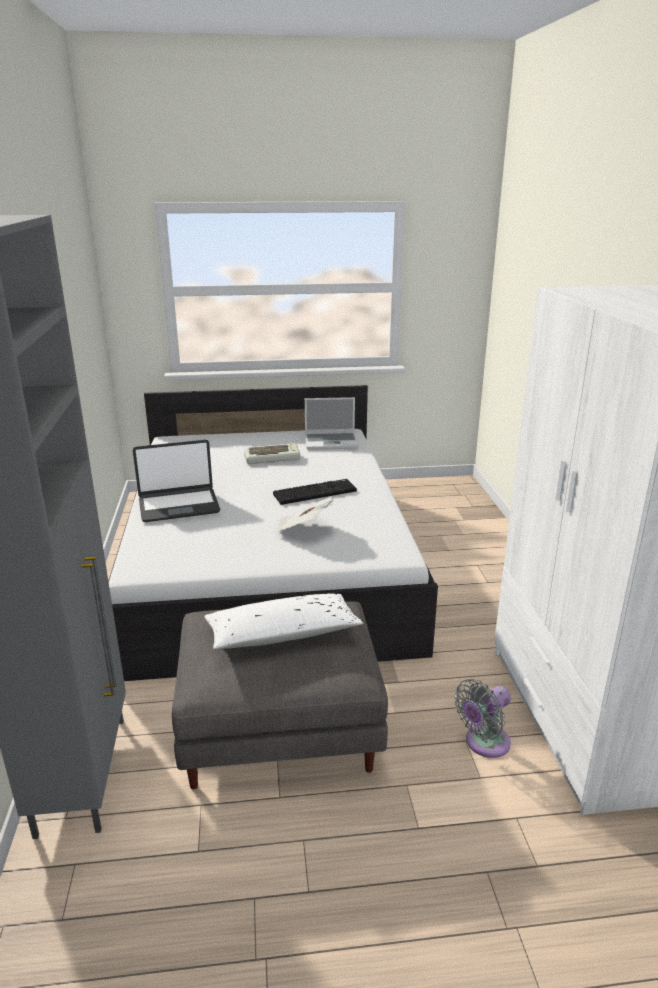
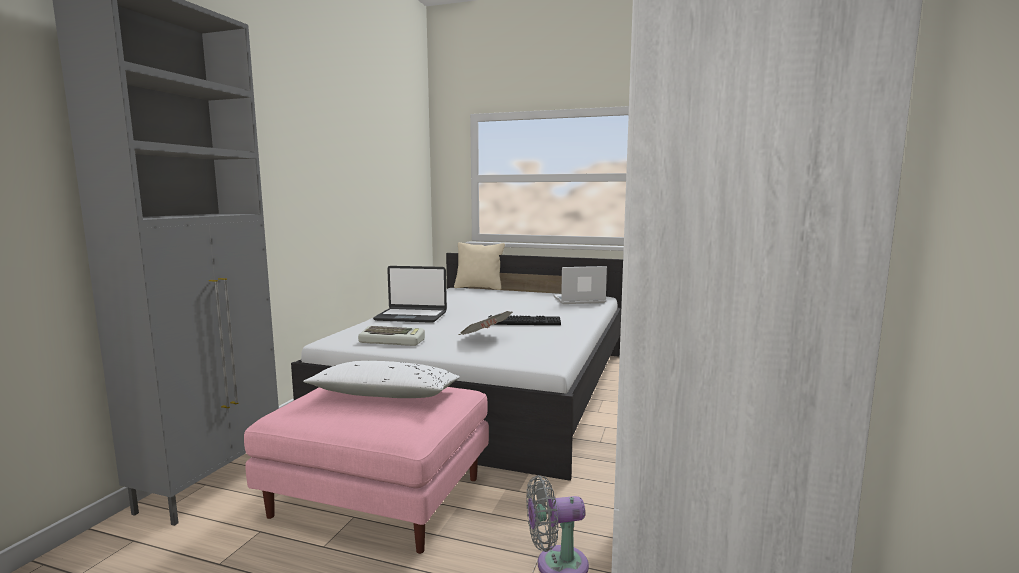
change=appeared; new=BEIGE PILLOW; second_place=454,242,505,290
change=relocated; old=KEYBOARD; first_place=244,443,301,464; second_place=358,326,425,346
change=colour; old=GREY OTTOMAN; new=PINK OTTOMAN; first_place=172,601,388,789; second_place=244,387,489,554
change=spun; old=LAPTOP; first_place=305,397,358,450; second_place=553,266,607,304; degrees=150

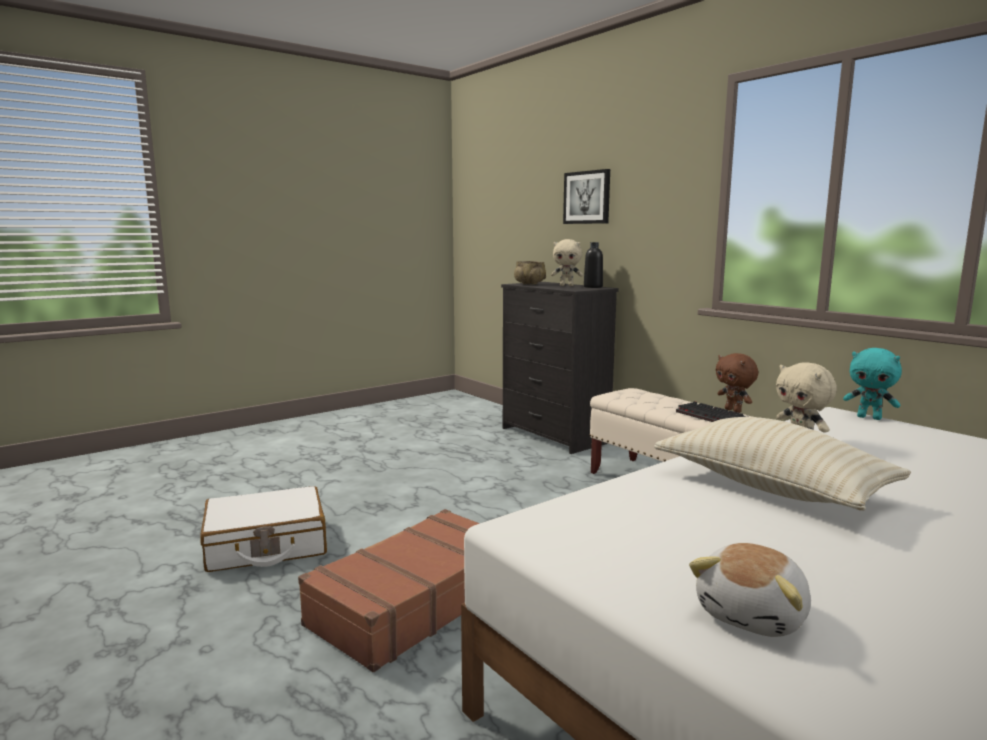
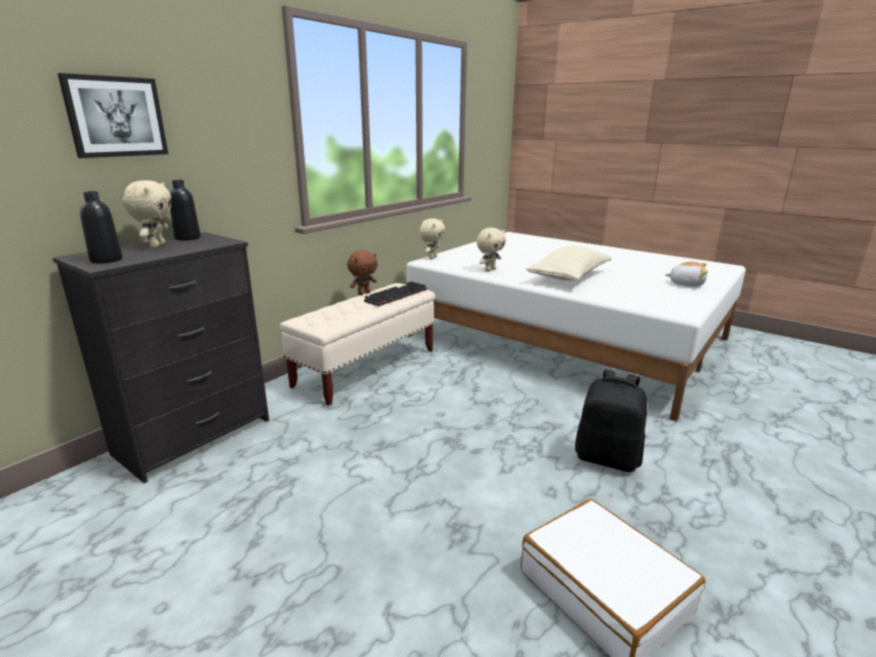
change=exchanged; old=BROWN SUITCASE; new=BLACK BACKPACK; first_place=298,509,480,672; second_place=575,370,647,472
change=exchanged; old=BEIGE BOWL; new=BLACK BOTTLE; first_place=514,261,546,285; second_place=80,191,123,263
change=colour; old=TURQUOISE PLUSH TOY; new=BEIGE PLUSH TOY; first_place=843,348,902,420; second_place=419,218,445,259

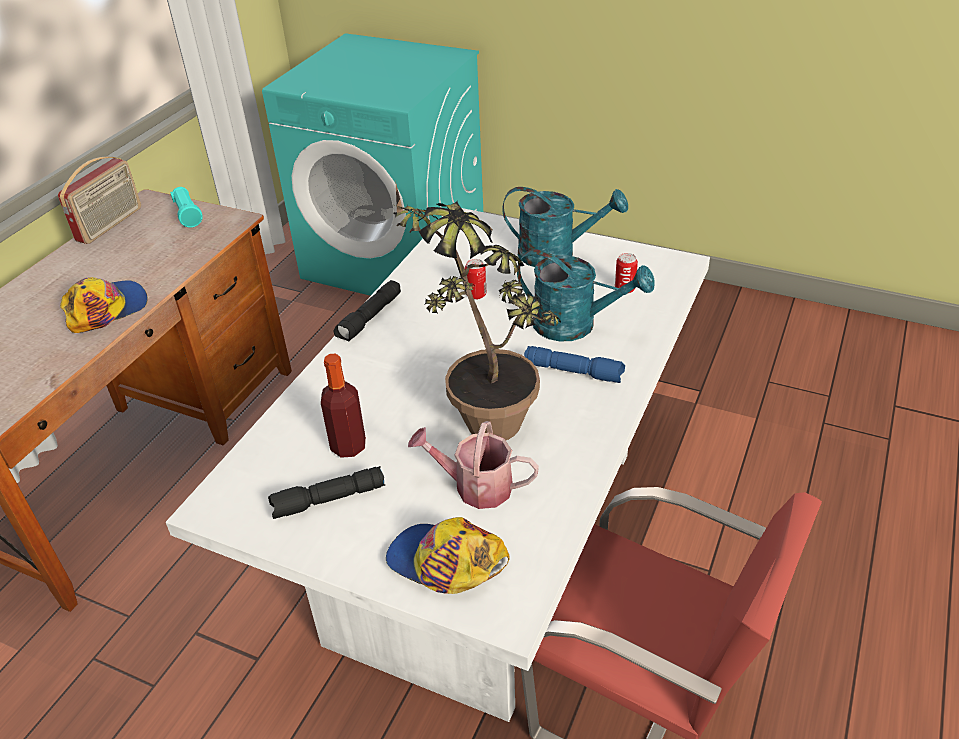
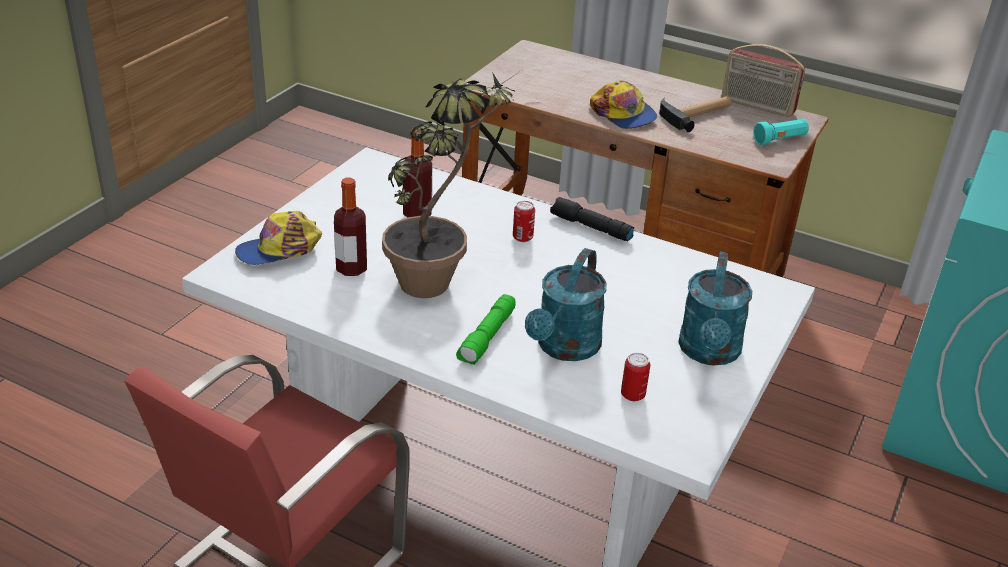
change=missing; old=BLACK FLASHLIGHT; first_place=268,466,385,519
change=appeared; new=HAMMER; second_place=659,96,732,132
change=relocated; old=CAN; first_place=465,259,486,300; second_place=513,201,535,242
change=exchanged; old=WATERING CAN; new=BOTTLE; first_place=408,421,539,509; second_place=334,178,367,276
change=colour; old=BLUE FLASHLIGHT; new=GREEN FLASHLIGHT; first_place=524,346,625,383; second_place=456,294,516,365
change=spun; old=CAP; first_place=386,517,510,594; second_place=235,211,322,265; degrees=-150

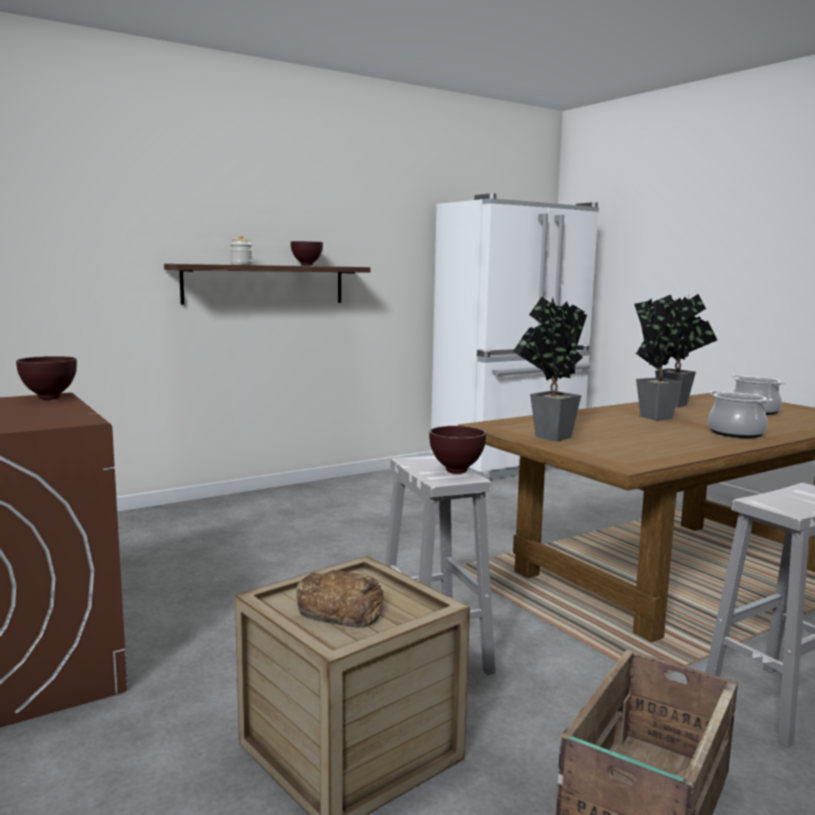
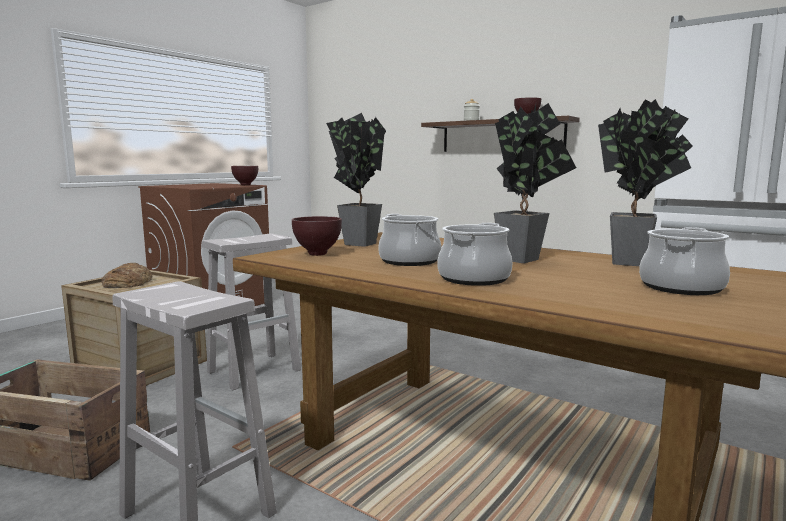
change=appeared; new=COOKING POT; second_place=378,214,441,266
change=relocated; old=BROWN BOWL; first_place=429,426,486,474; second_place=292,216,342,256

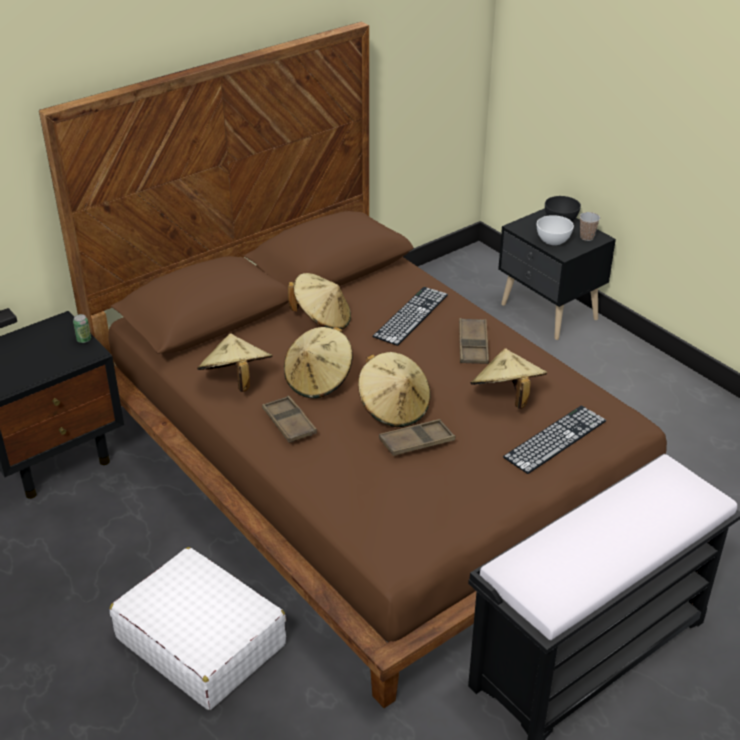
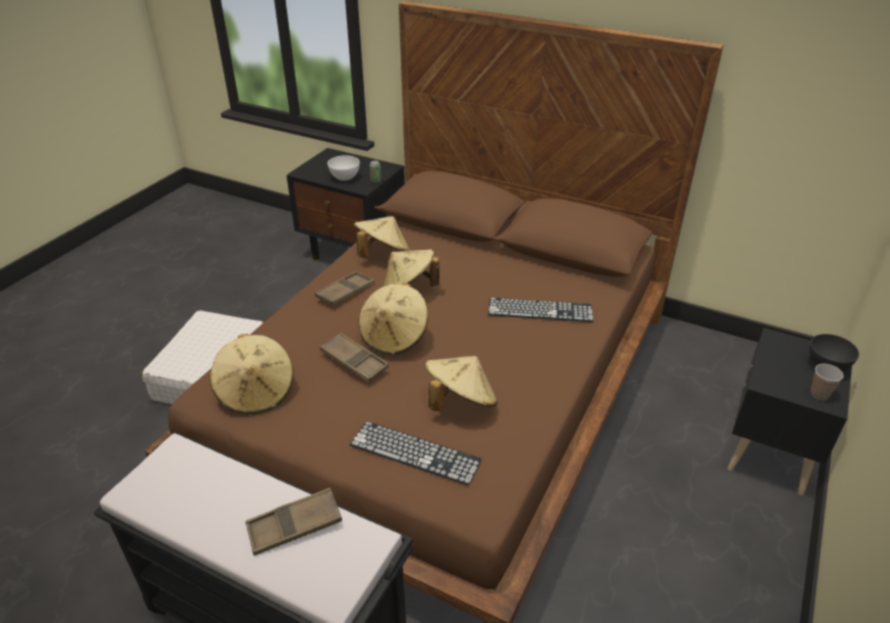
change=relocated; old=BEIGE HAT; first_place=288,273,351,330; second_place=210,334,294,414
change=relocated; old=BROWN TRAY; first_place=459,318,489,364; second_place=245,488,342,556
change=relocated; old=WHITE BOWL; first_place=537,215,574,245; second_place=328,155,360,181

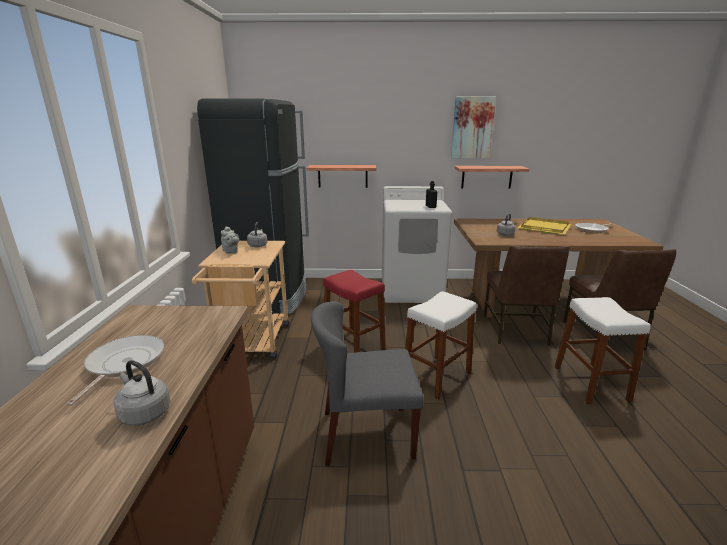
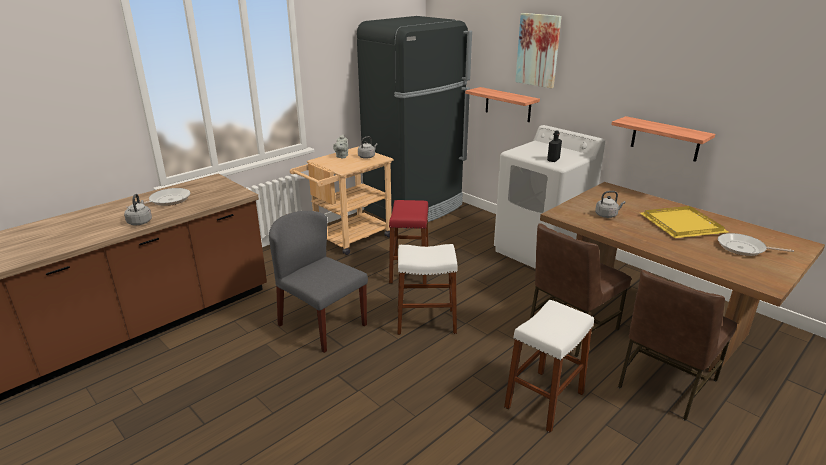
change=relocated; old=PICTURE; first_place=451,96,496,159; second_place=515,13,562,88

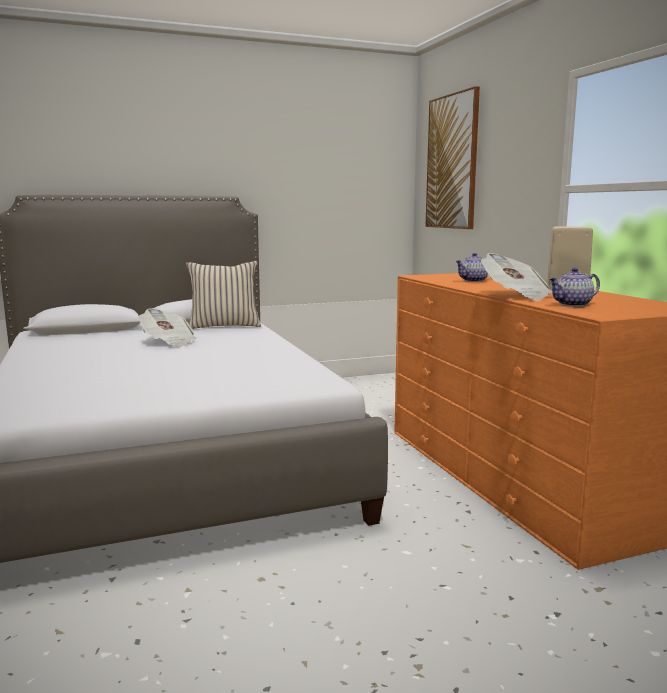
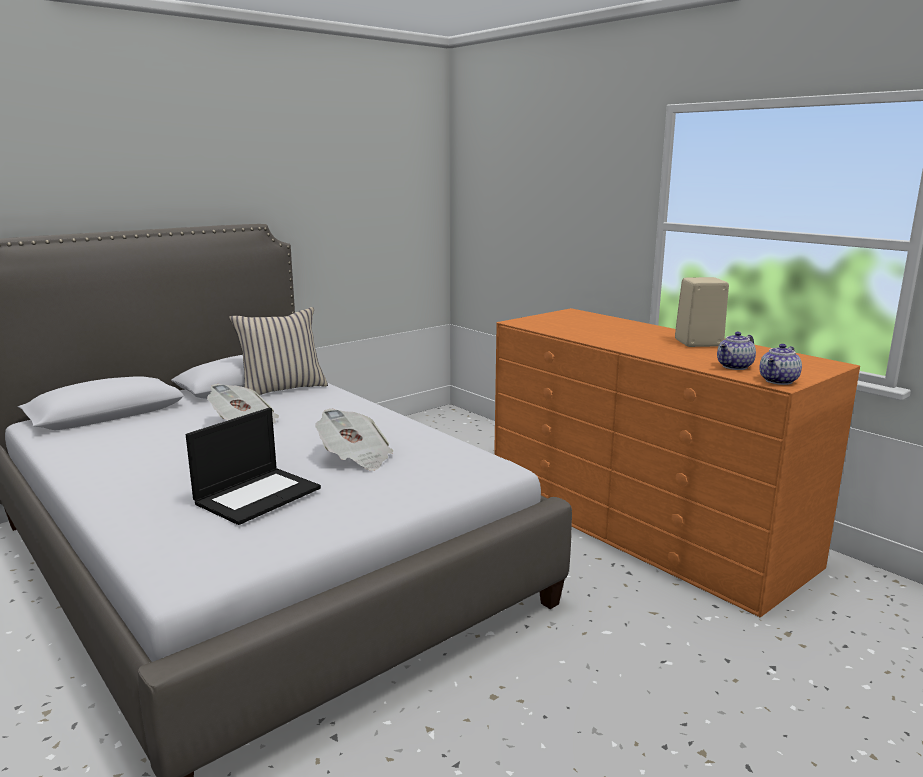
change=missing; old=PICTURE; first_place=425,86,480,229
change=appeared; new=LAPTOP; second_place=186,408,321,525
change=relocated; old=TEAPOT; first_place=455,253,488,282; second_place=759,344,802,385
change=relocated; old=NEWSPAPER; first_place=481,253,552,301; second_place=315,409,393,471

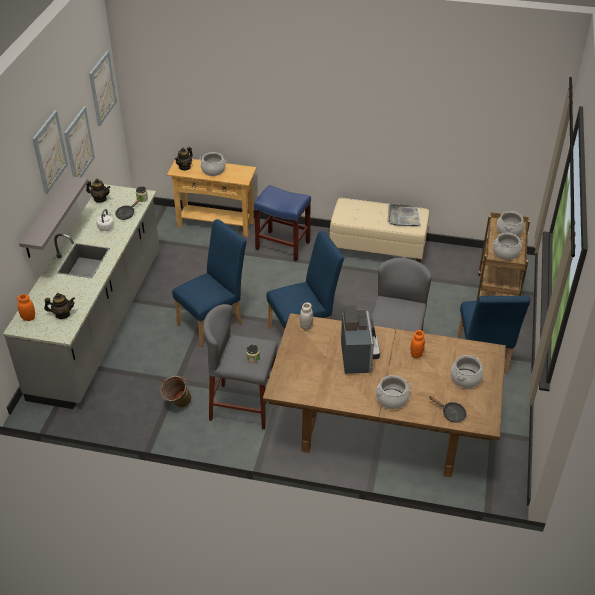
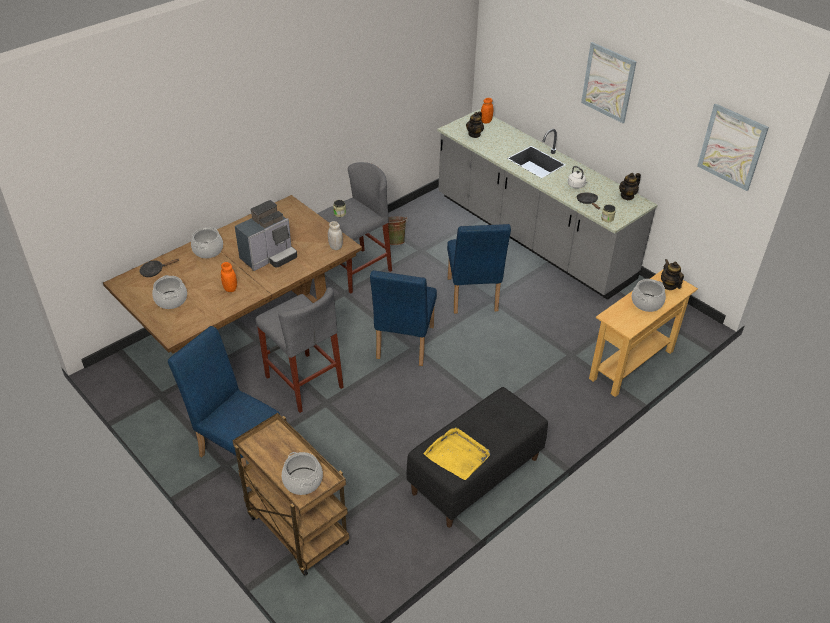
change=missing; old=GREY SHELF; first_place=19,176,88,258
change=missing; old=PICTURE; first_place=64,107,95,178
change=missing; old=BLUE STOOL; first_place=254,185,311,262
change=missing; old=COOKING POT; first_place=493,233,523,260
change=colour; old=BEIGE BENCH; new=BLACK BENCH; first_place=330,198,429,263; second_place=407,387,548,528
change=colour; old=GREY TRAY; new=YELLOW TRAY; first_place=388,203,421,226; second_place=424,428,491,480
change=spun; old=COFFEE MACHINE; first_place=341,305,380,374; second_place=235,200,297,271; degrees=-75

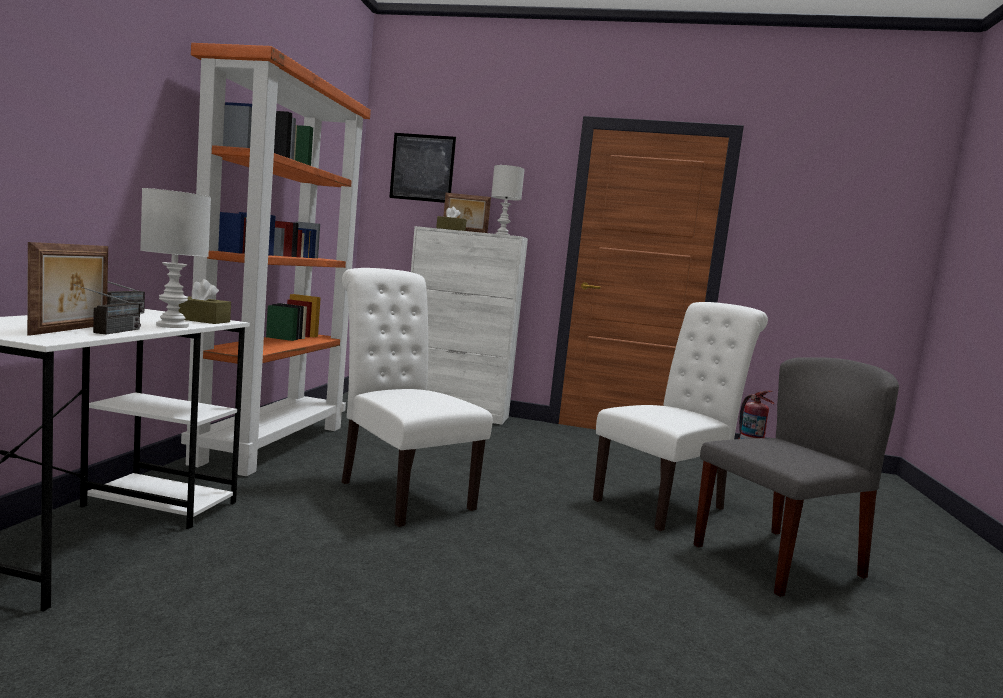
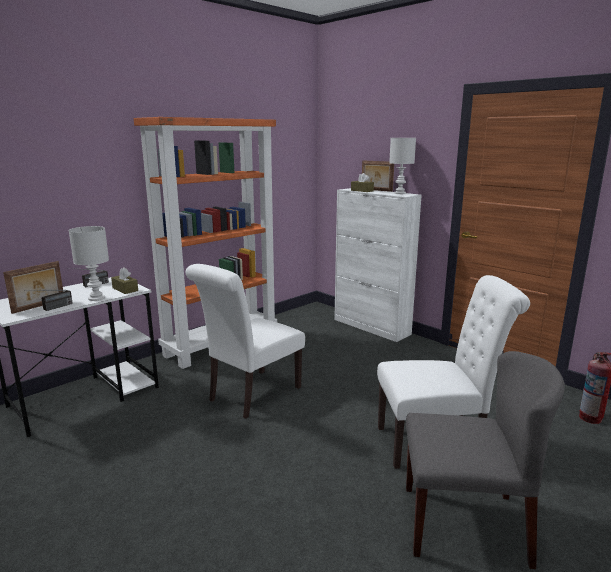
change=missing; old=PICTURE; first_place=389,133,456,203
change=spun; old=WHITE CHAIR; first_place=342,268,493,527; second_place=186,264,305,419; degrees=-135

